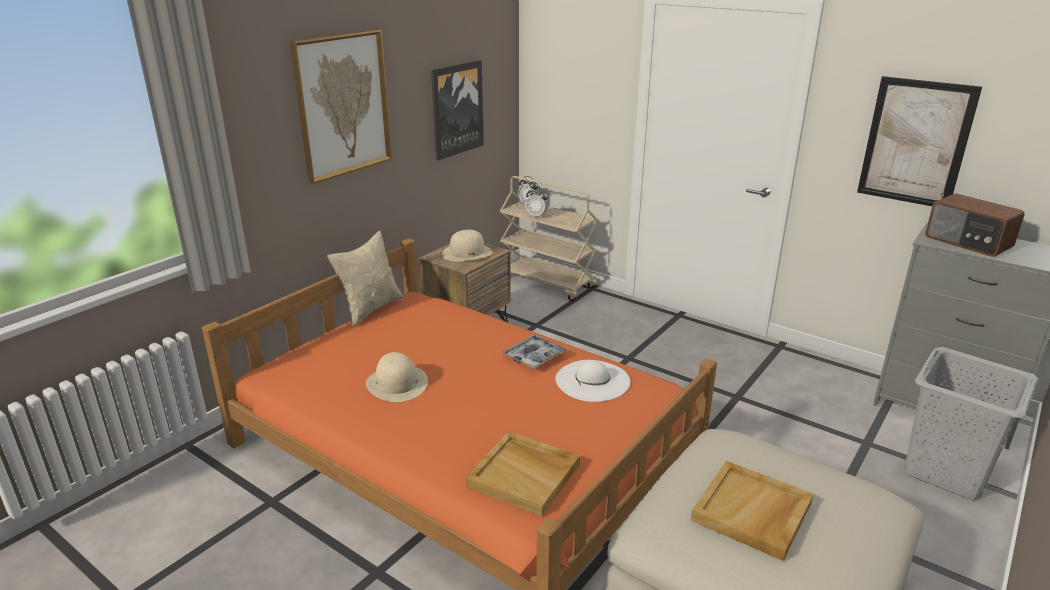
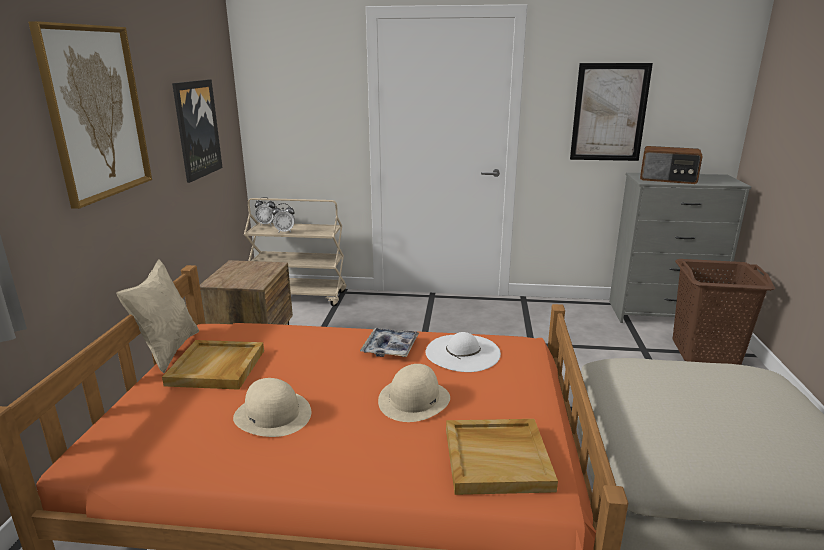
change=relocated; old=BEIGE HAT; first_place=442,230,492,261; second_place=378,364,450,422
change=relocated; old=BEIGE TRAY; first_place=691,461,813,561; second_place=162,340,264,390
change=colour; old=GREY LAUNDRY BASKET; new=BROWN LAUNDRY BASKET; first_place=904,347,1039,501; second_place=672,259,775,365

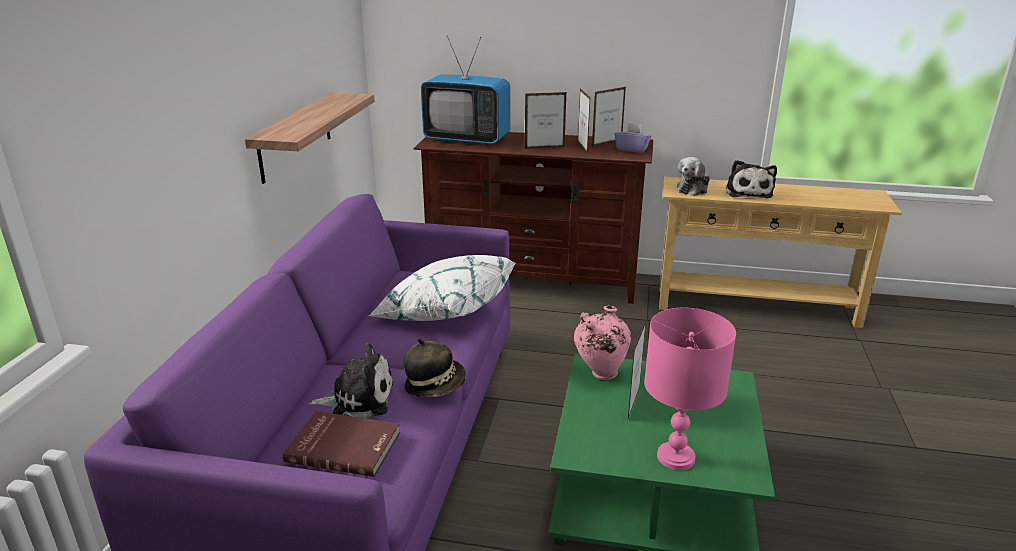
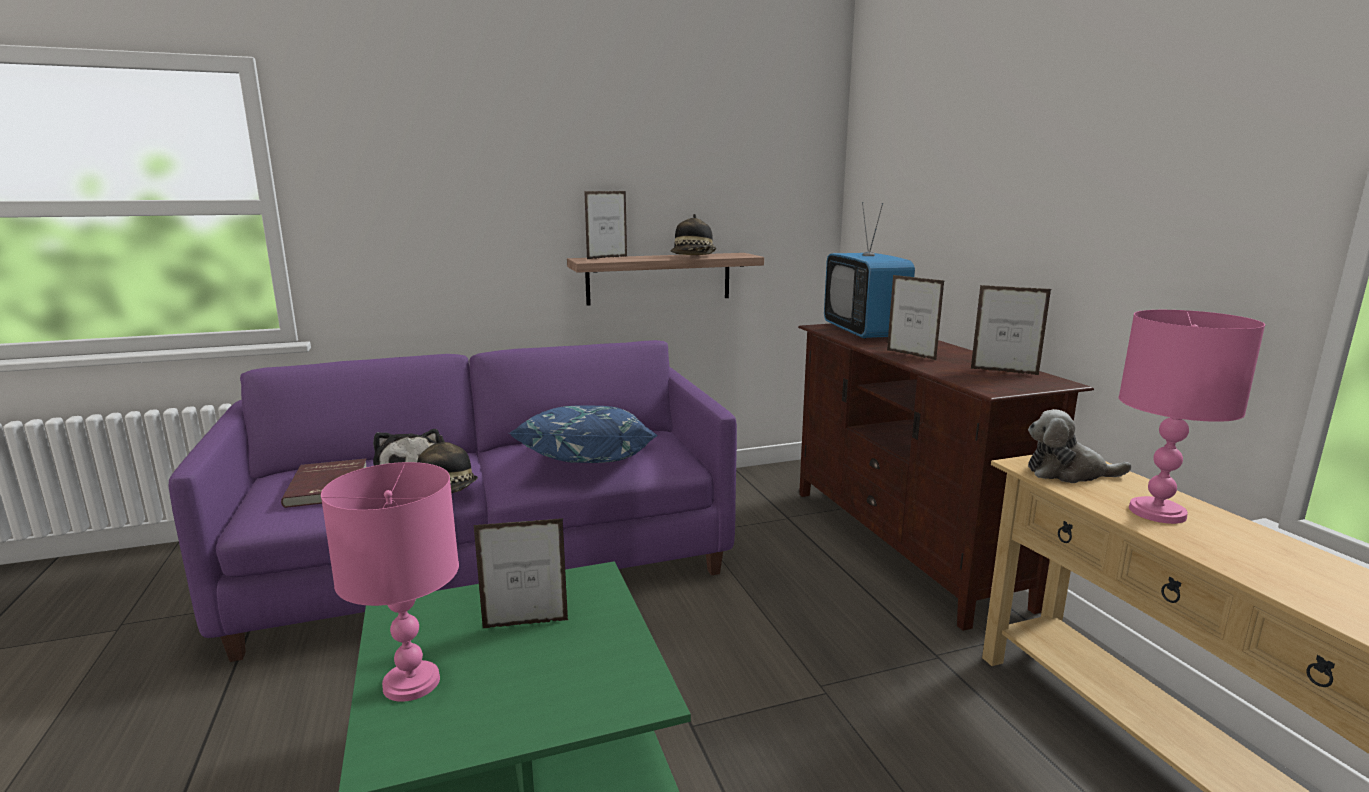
change=missing; old=PINK VASE; first_place=574,306,631,380
change=missing; old=PURPLE TISSUE BOX; first_place=615,123,651,153
change=appeared; new=HAT; second_place=671,214,716,255
change=relocated; old=PICTURE FRAME; first_place=578,88,590,153; second_place=584,191,627,259
change=exchanged; old=PLUSH TOY; new=PINK TABLE LAMP; first_place=726,160,777,198; second_place=1119,310,1265,524
change=colour; old=WHITE PILLOW; new=BLUE PILLOW; first_place=369,255,516,321; second_place=510,405,658,463

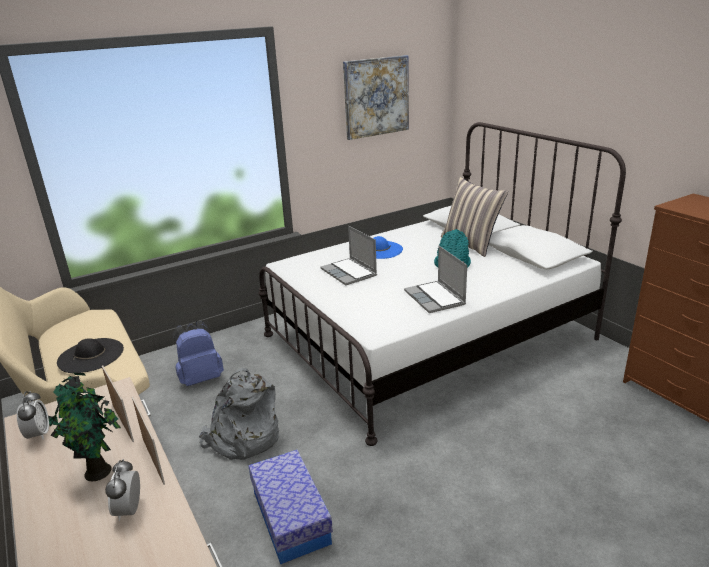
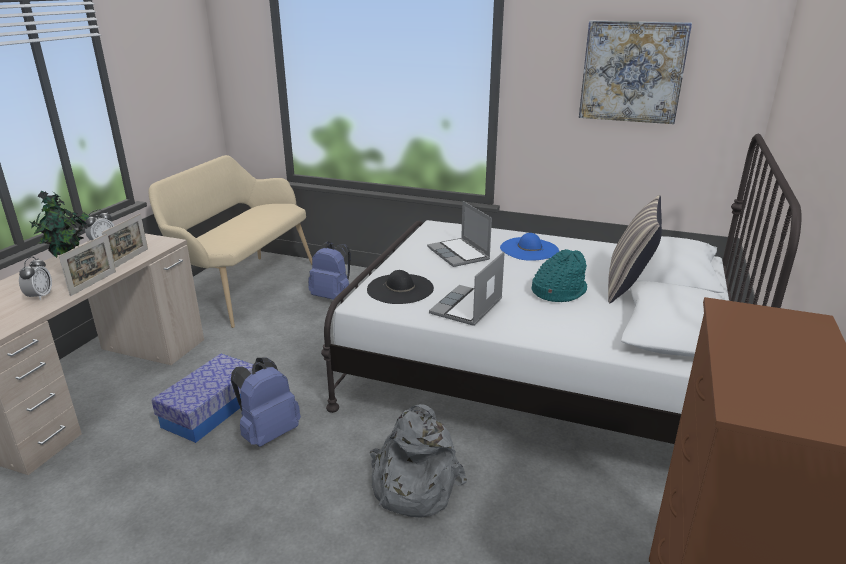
change=appeared; new=BLUE BACKPACK; second_place=231,357,301,447
change=relocated; old=BLACK HAT; first_place=57,338,124,373; second_place=367,270,434,304
change=relocated; old=GREY BACKPACK; first_place=199,368,279,460; second_place=370,404,467,518
change=spun; old=ALARM CLOCK; first_place=105,459,140,521; second_place=19,256,52,301; degrees=135
change=spun; old=LAPTOP; first_place=321,226,377,285; second_place=427,201,492,267; degrees=-45

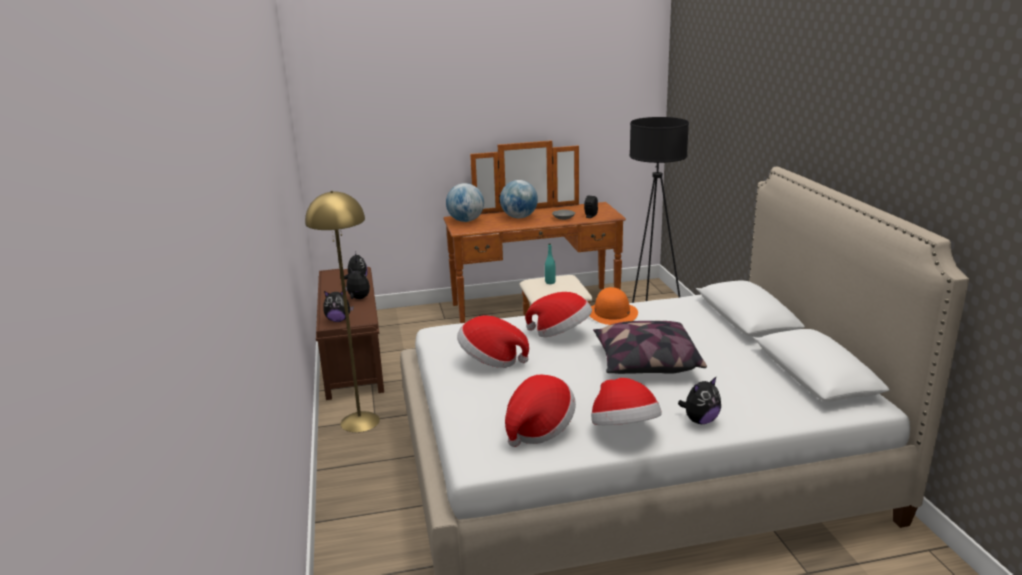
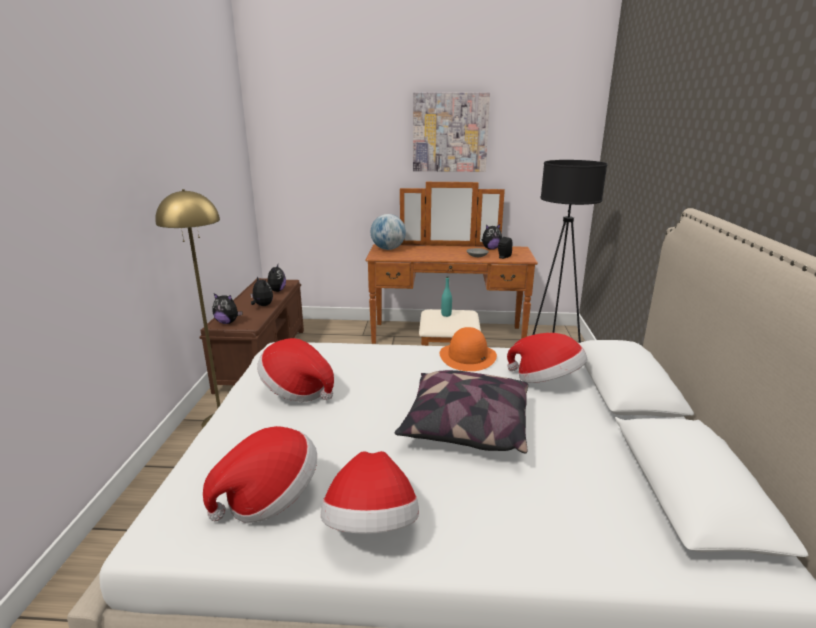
change=missing; old=GLOBE; first_place=500,180,538,218
change=appeared; new=PICTURE; second_place=413,92,490,172
change=relocated; old=HAT; first_place=525,292,592,337; second_place=507,333,587,383
change=relocated; old=PLUSH TOY; first_place=678,377,721,424; second_place=482,224,502,250

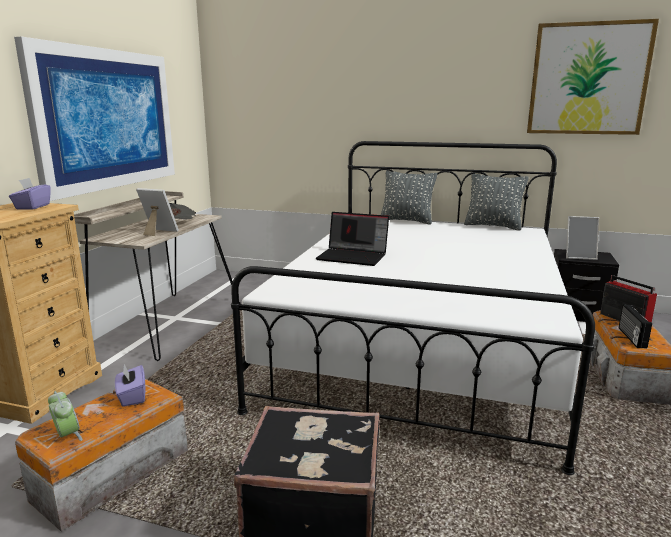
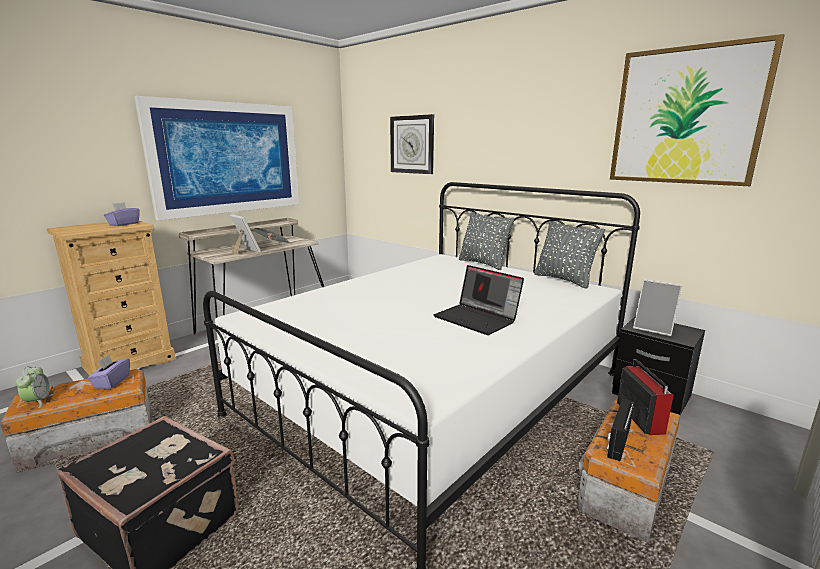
change=appeared; new=WALL CLOCK; second_place=390,114,434,174
change=relocated; old=LAPTOP; first_place=316,212,389,266; second_place=434,265,524,335

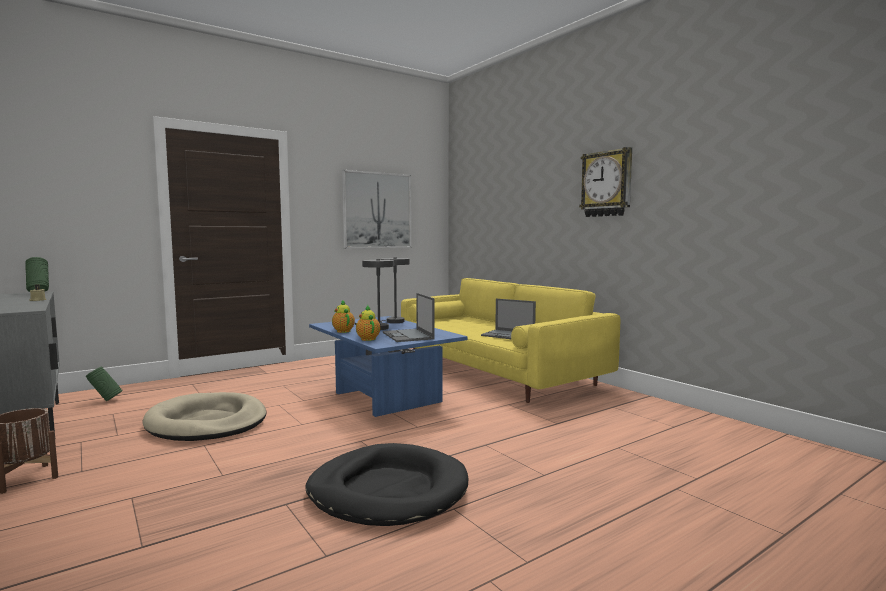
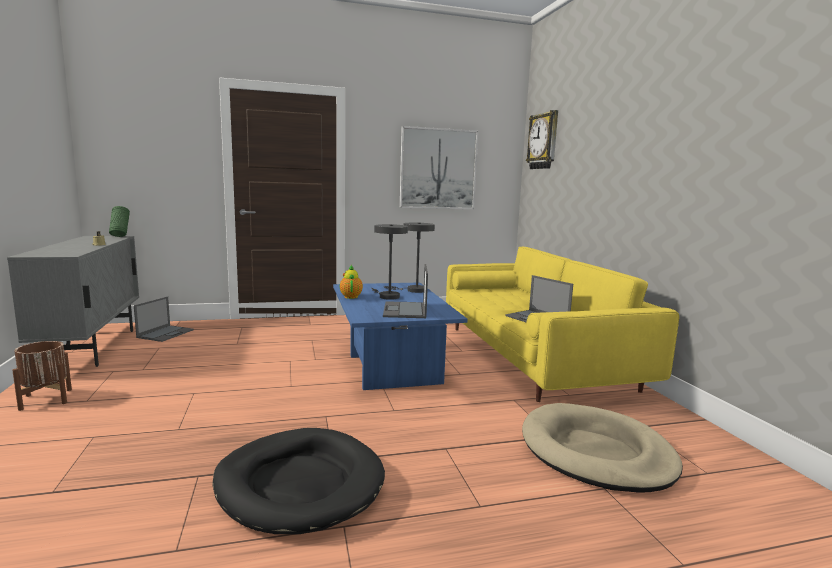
change=missing; old=TEAPOT; first_place=356,305,380,341
change=relocated; old=BEIGE DOG BED; first_place=143,392,267,441; second_place=522,403,683,493
change=relocated; old=WALL CLOCK; first_place=579,147,632,217; second_place=526,110,558,169
change=exchanged; old=GREEN VASE; new=LAPTOP; first_place=86,366,123,401; second_place=134,297,194,342

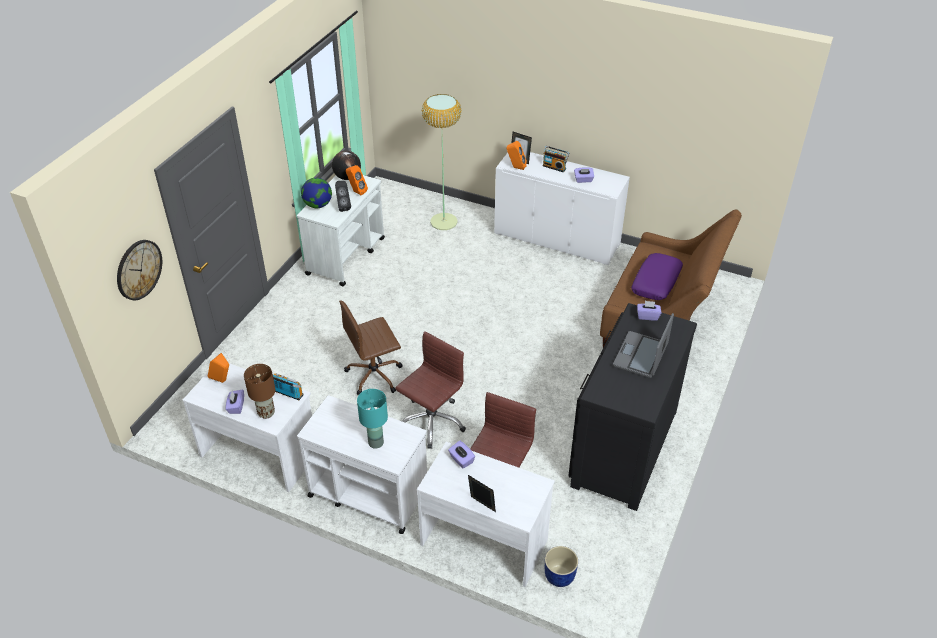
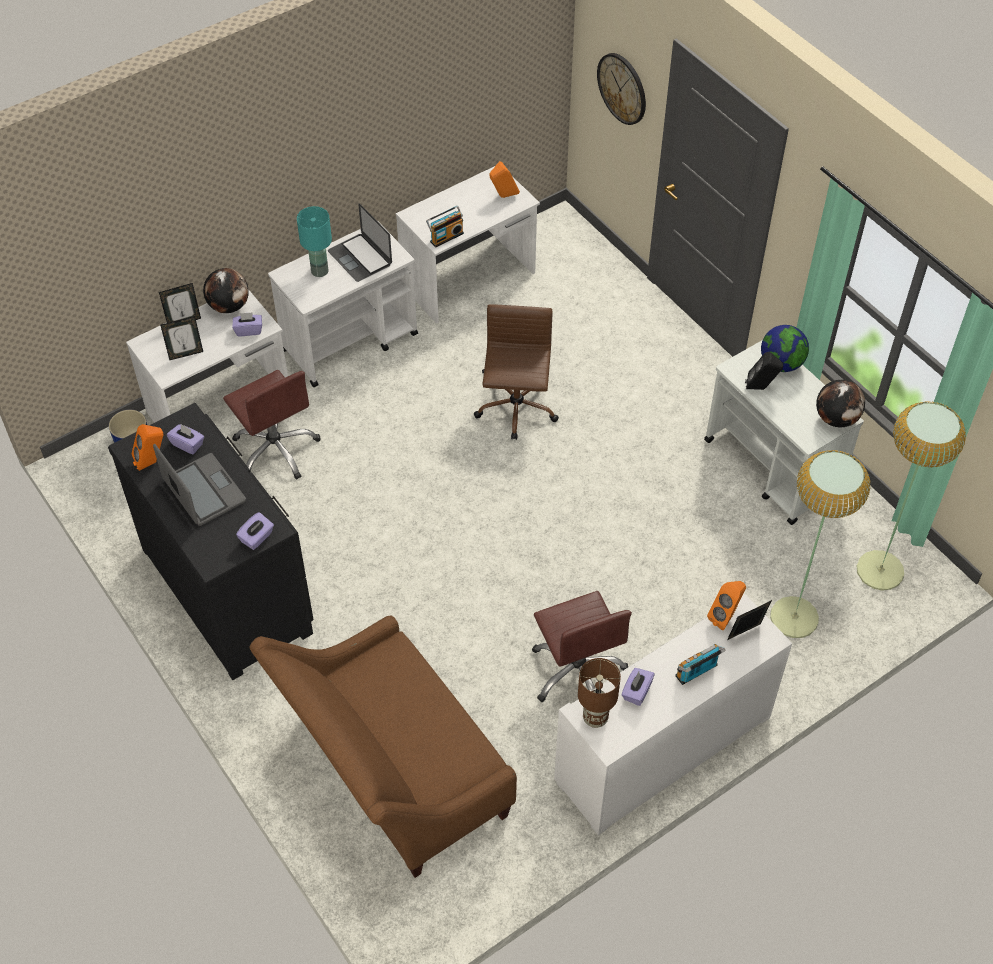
change=missing; old=PURPLE PILLOW; first_place=631,253,683,300
change=appeared; new=PICTURE FRAME; second_place=160,316,203,360
change=appeared; new=GLOBE; second_place=203,268,249,313
change=appeared; new=LAPTOP; second_place=328,204,392,282
change=appeared; new=FLOOR LAMP; second_place=857,401,966,591
change=relocated; old=PURPLE TISSUE BOX; first_place=225,389,244,414; second_place=167,424,204,455
change=relocated; old=BROWN TABLE LAMP; first_place=244,364,276,419; second_place=578,658,621,728
change=relocated; old=ORANGE SPEAKER; first_place=346,165,368,196; second_place=132,424,163,471
change=relocated; old=BROWN OFFICE CHAIR; first_place=395,331,466,449; second_place=532,591,632,702

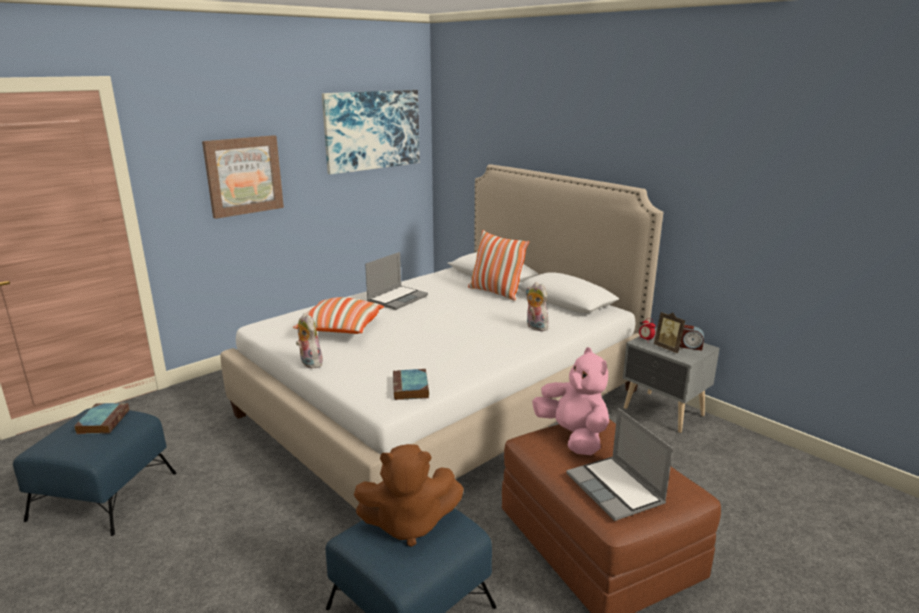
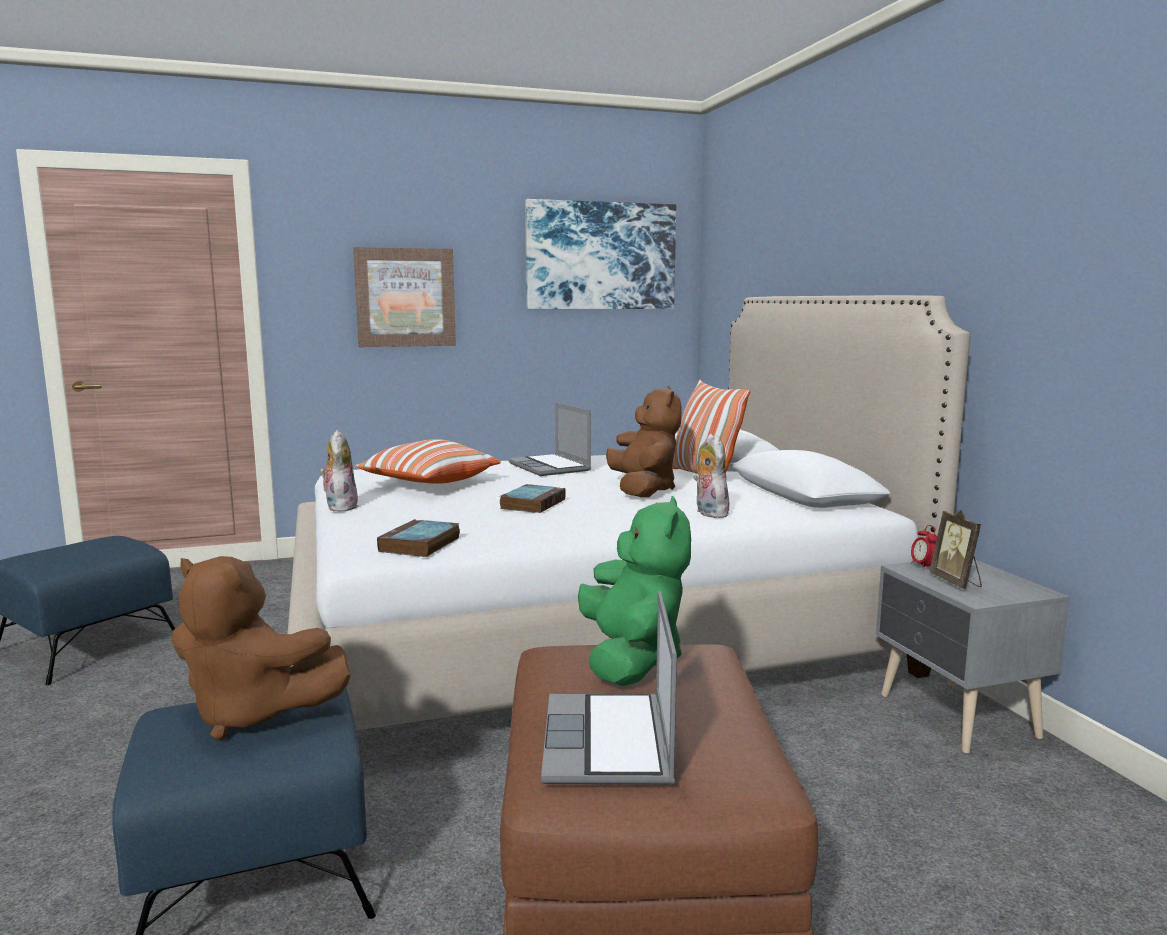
change=missing; old=ALARM CLOCK; first_place=680,325,704,351
change=appeared; new=BROWN PLUSH TOY; second_place=606,386,682,497
change=relocated; old=BOOK; first_place=74,403,129,434; second_place=500,484,566,513
change=colour; old=PINK PLUSH TOY; new=GREEN PLUSH TOY; first_place=532,347,609,455; second_place=578,496,691,686
change=spun; old=LAPTOP; first_place=365,252,428,310; second_place=508,402,591,476; degrees=90

